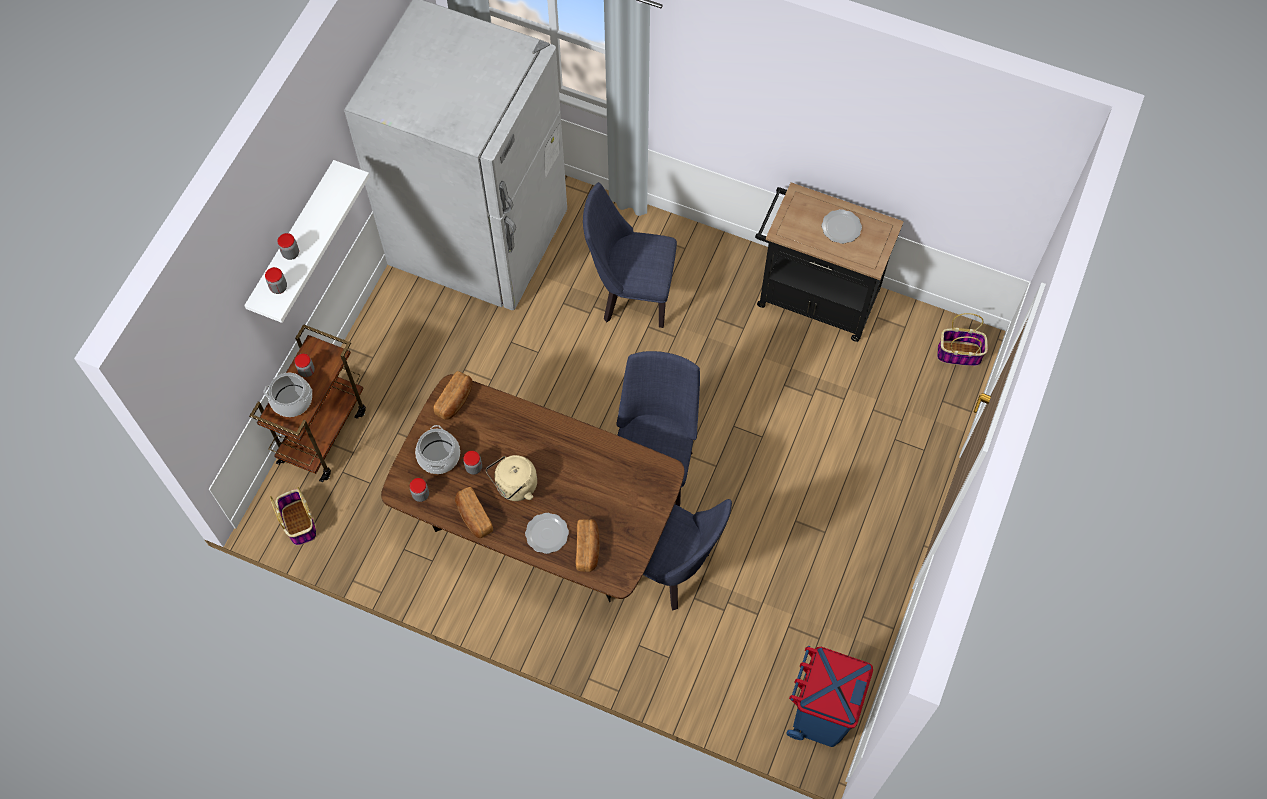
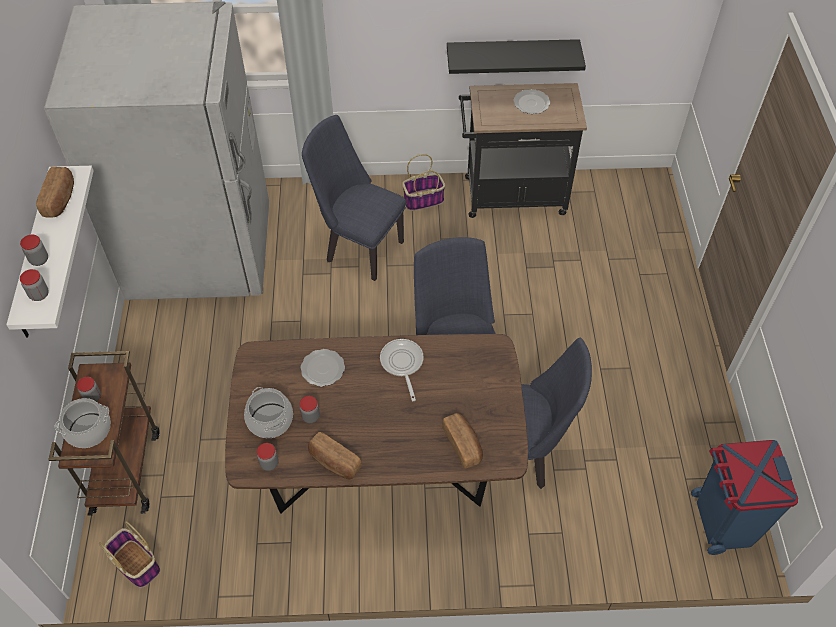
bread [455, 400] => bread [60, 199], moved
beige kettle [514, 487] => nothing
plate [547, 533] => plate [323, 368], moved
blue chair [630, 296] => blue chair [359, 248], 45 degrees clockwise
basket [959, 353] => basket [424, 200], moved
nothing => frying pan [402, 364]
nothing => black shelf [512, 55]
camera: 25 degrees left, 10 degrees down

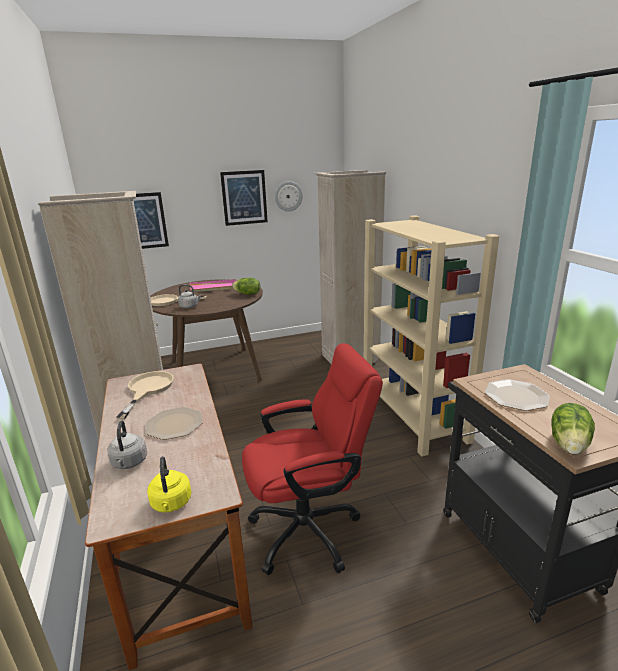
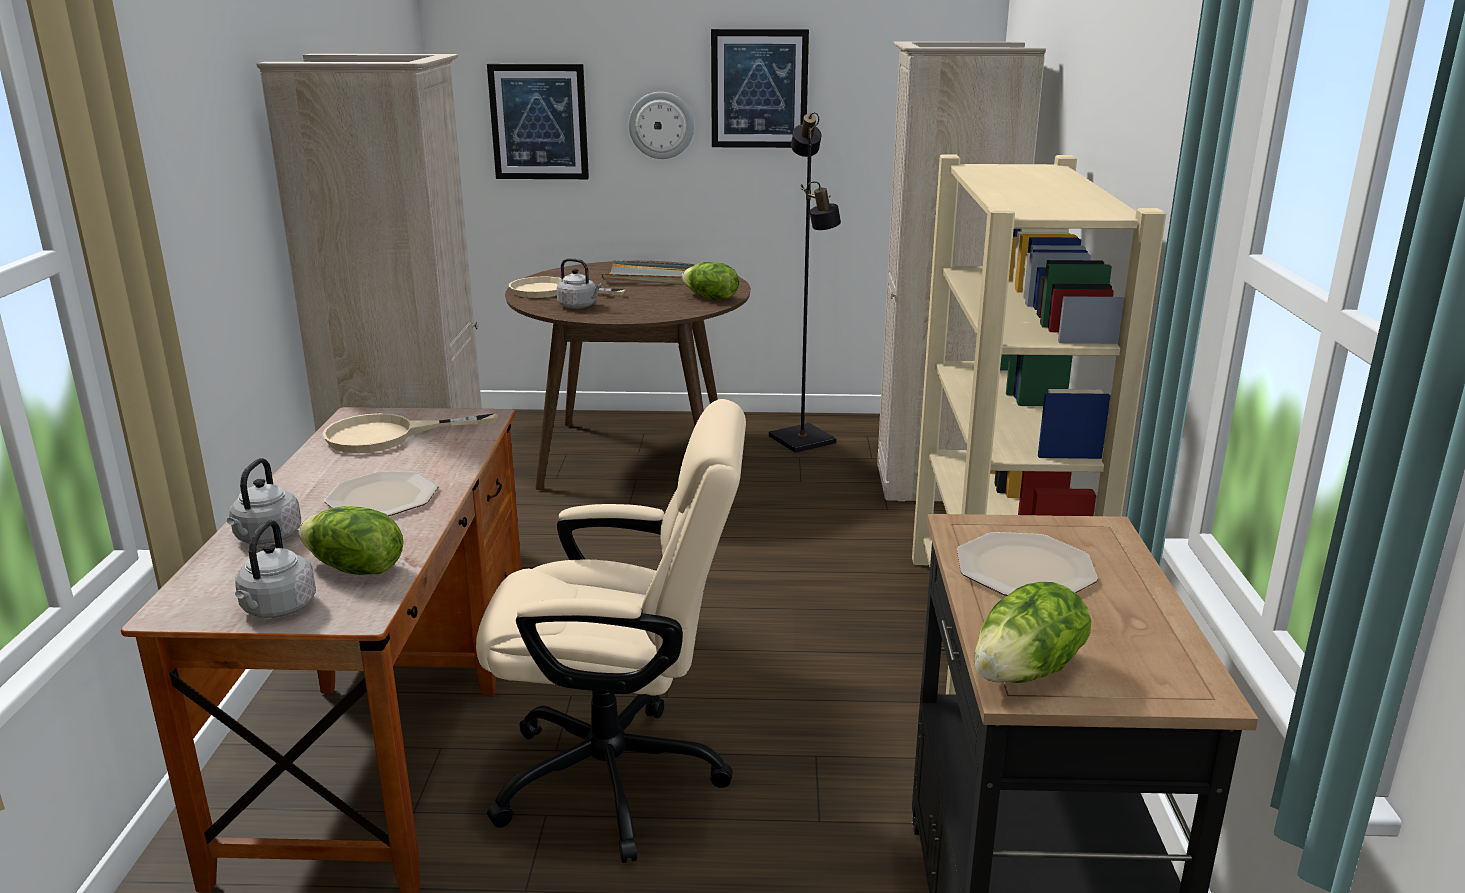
beige frying pan [147, 390] => beige frying pan [387, 436], 135 degrees counterclockwise
yellow kettle [171, 504] => grey kettle [277, 609]
pink tray [214, 288] => grey tray [657, 278]
red office chair [310, 531] => beige office chair [622, 780]
wall clock [288, 196] => wall clock [661, 125], moved
nothing => lettuce [355, 569]
nothing => black floor lamp [802, 440]
camera: 20 degrees right, 0 degrees up

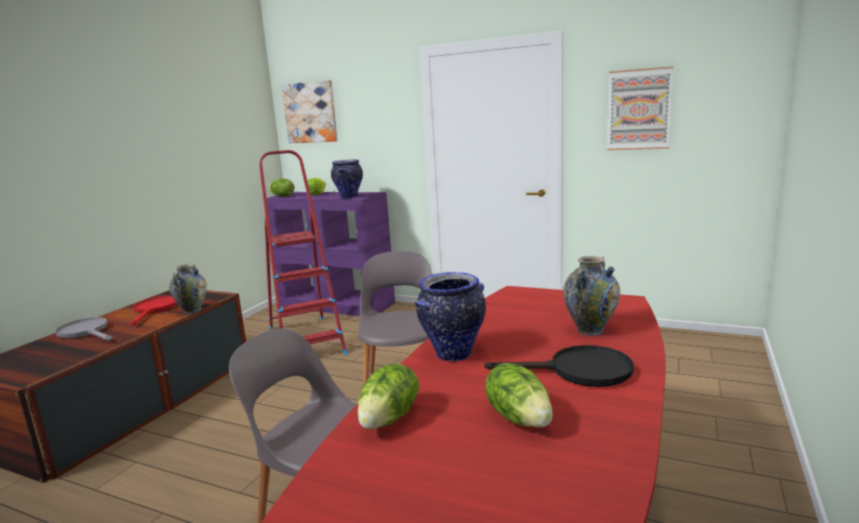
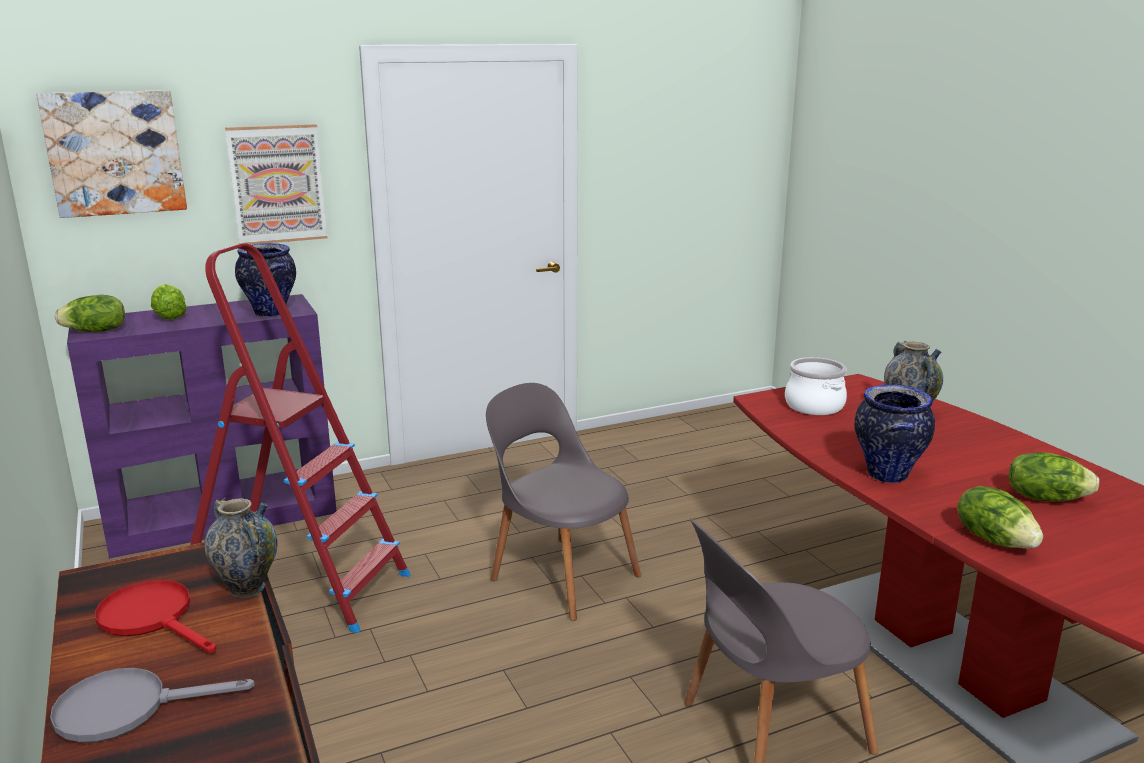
black frying pan [579, 371] => nothing
picture [639, 109] => picture [277, 184], moved
nothing => cooking pot [813, 406]
camera: 50 degrees left, 5 degrees up

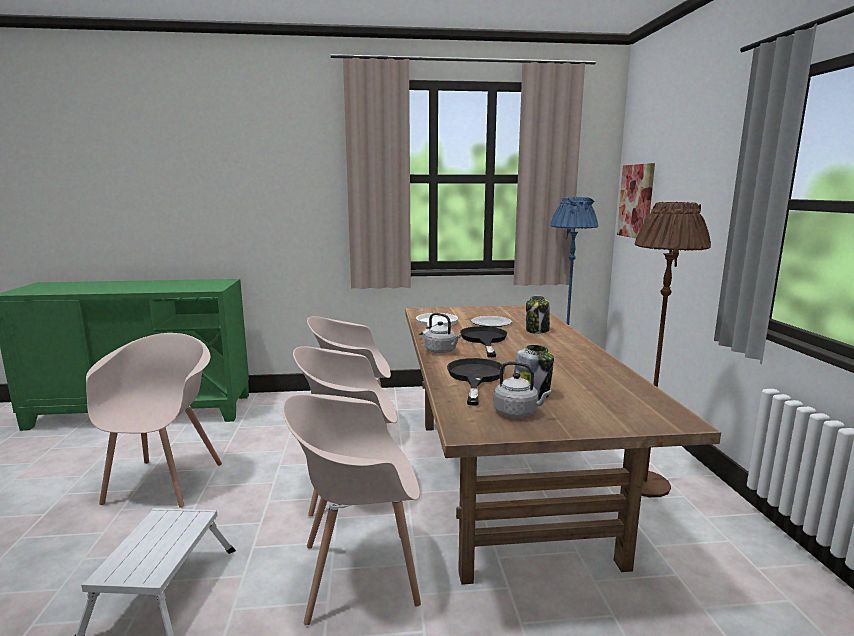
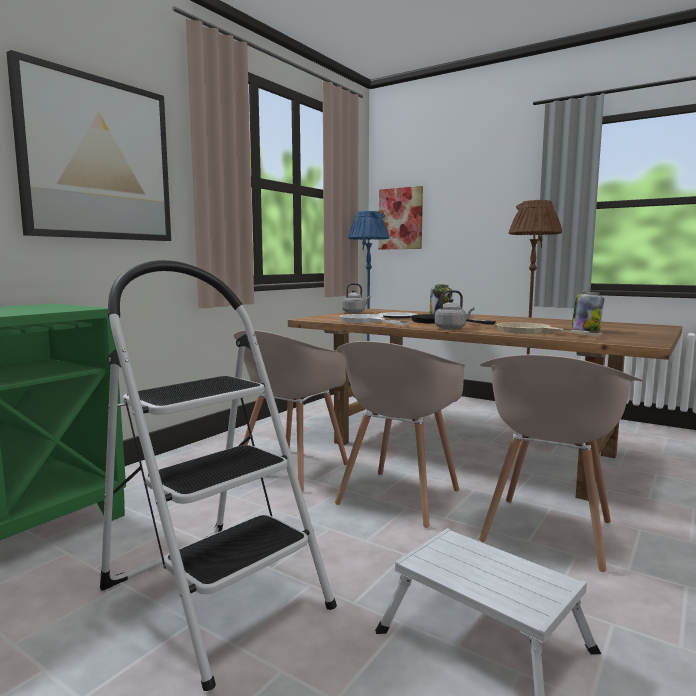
beige chair [165, 482] => step ladder [212, 595]
black frying pan [475, 377] => beige frying pan [532, 331]
grey kettle [518, 413] => grey kettle [354, 312], moved
nothing => picture [97, 159]
camera: 50 degrees left, 5 degrees down

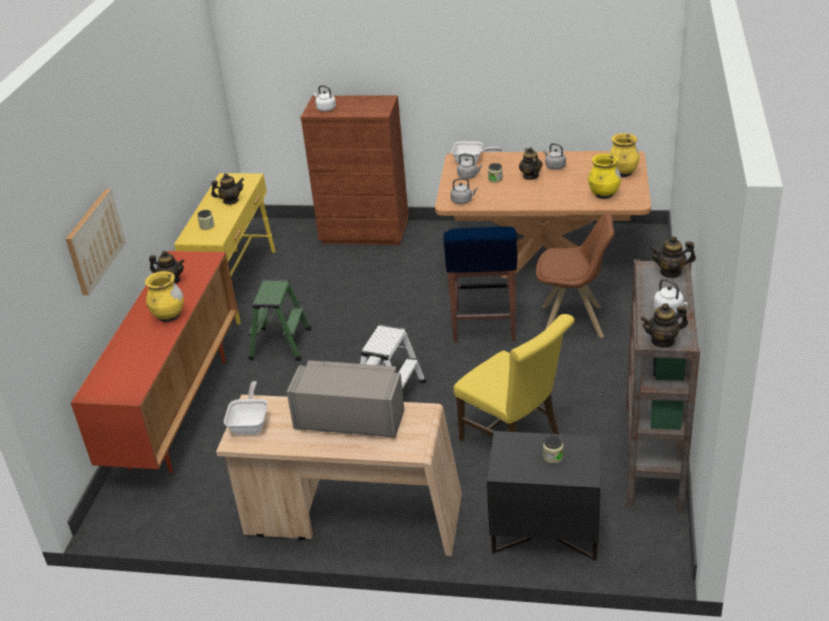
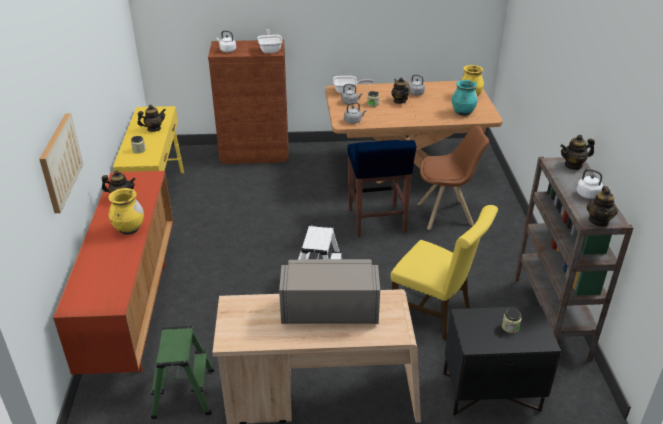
frying pan [250, 424] => frying pan [270, 49], moved
green step ladder [280, 344] => green step ladder [183, 393], moved
yellow vase [604, 194] => turquoise vase [463, 112]
teapot [663, 341] => teapot [599, 221], 45 degrees counterclockwise
camera: 15 degrees left, 0 degrees up

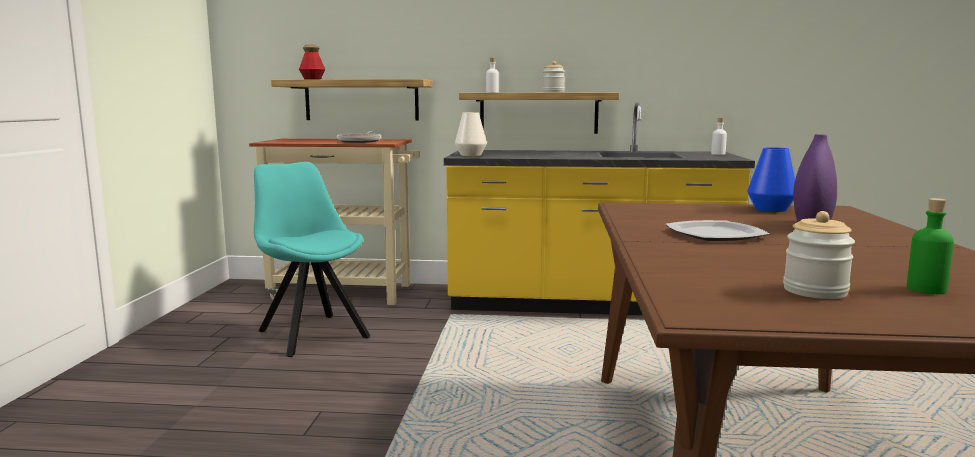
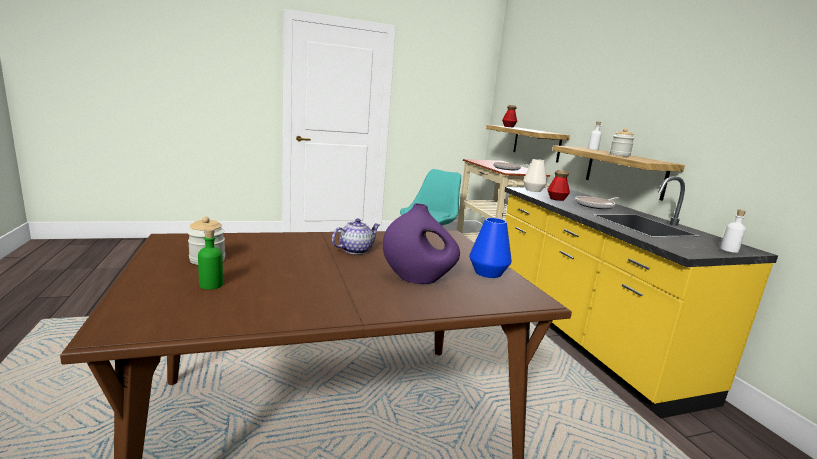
plate [715, 234] => teapot [355, 250]
nothing => bottle [556, 199]
nothing => frying pan [595, 205]
camera: 65 degrees right, 5 degrees up

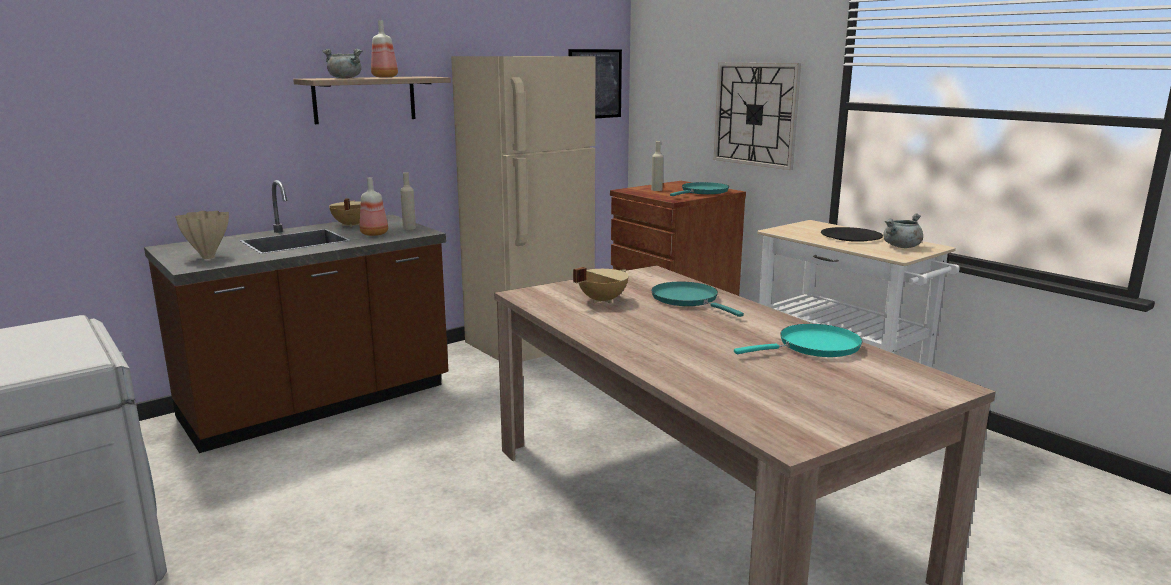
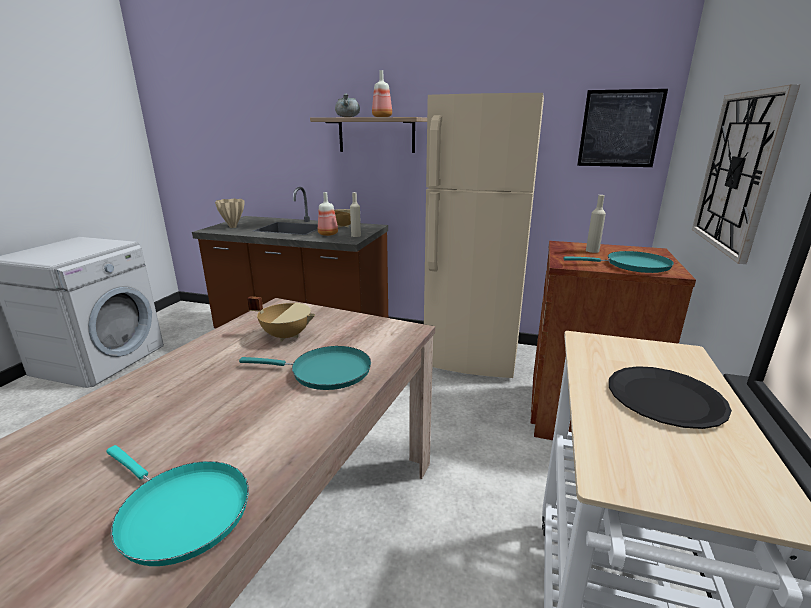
turquoise frying pan [688, 300] => turquoise frying pan [325, 372], 75 degrees clockwise
grey cooking pot [901, 247] => nothing
camera: 55 degrees right, 5 degrees up

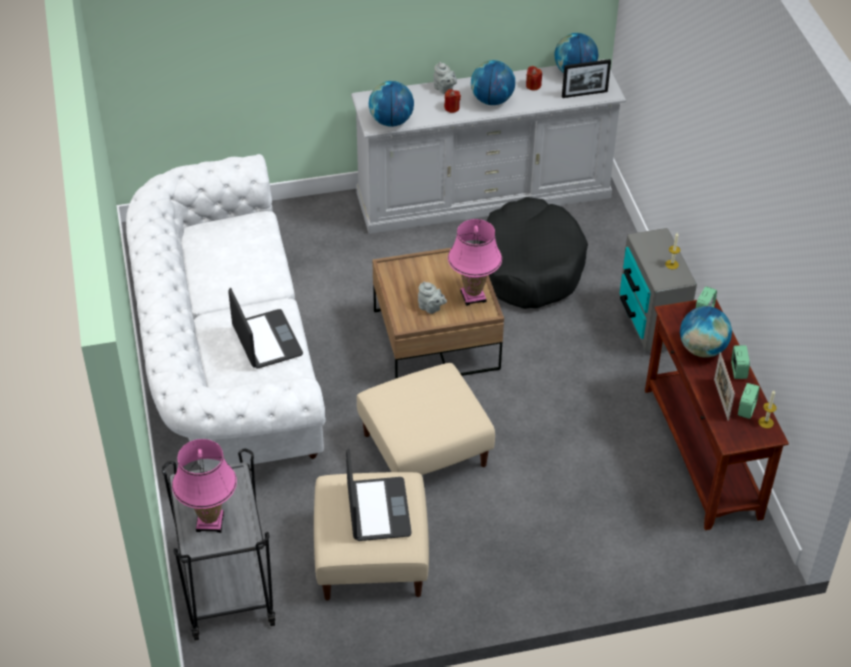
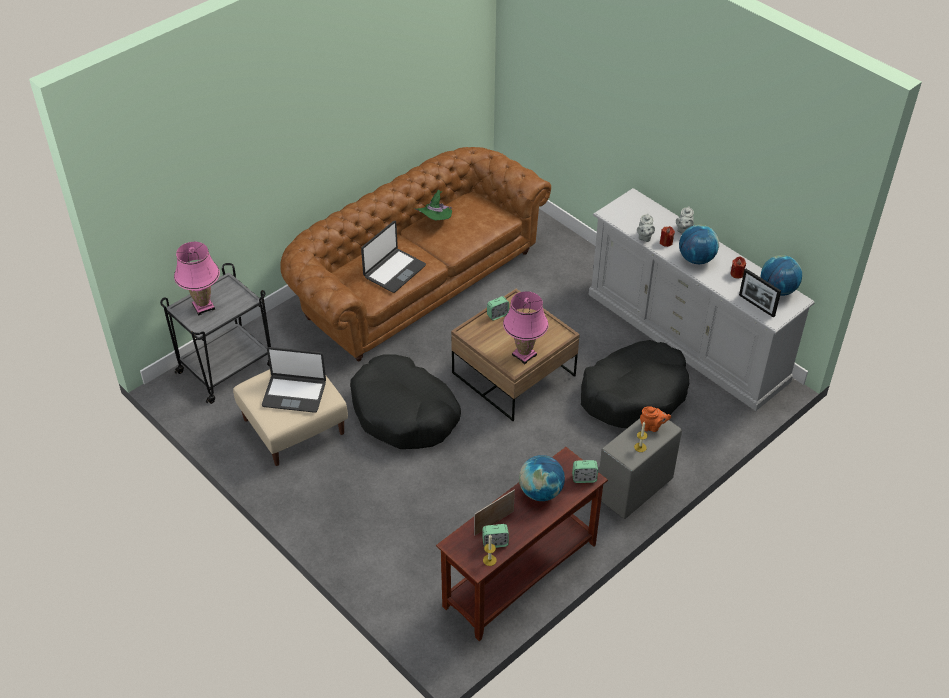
white sofa [226, 357] => brown sofa [413, 280]
laptop [377, 510] => laptop [294, 393], 45 degrees clockwise
beige ottoman [424, 450] => black dog bed [404, 413]
globe [391, 121] => nothing
grey teapot [431, 308] => grey teapot [644, 237], moved
alarm clock [738, 370] => alarm clock [497, 315], moved
nothing => green hat [435, 222]
nothing => orange teapot [652, 427]
camera: 60 degrees right, 0 degrees up

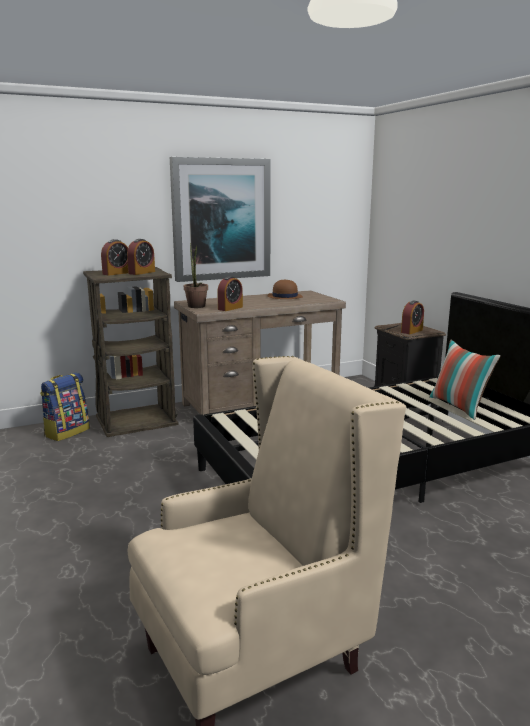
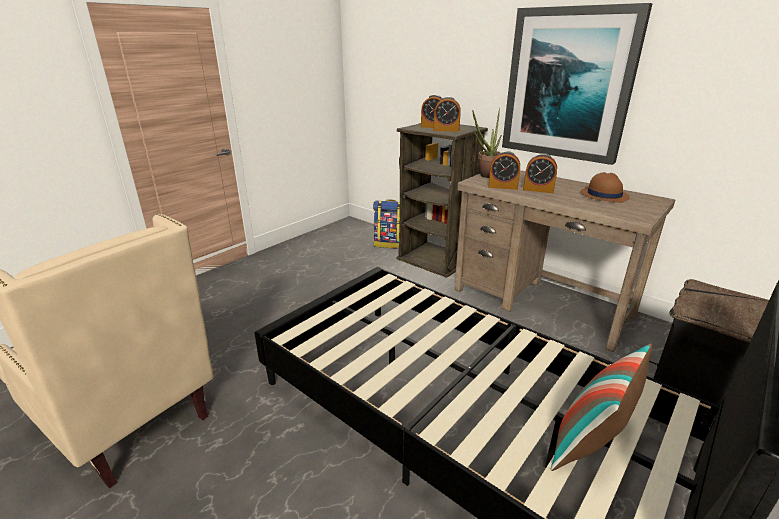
alarm clock [411, 331] => alarm clock [538, 190], moved
camera: 65 degrees right, 10 degrees up

